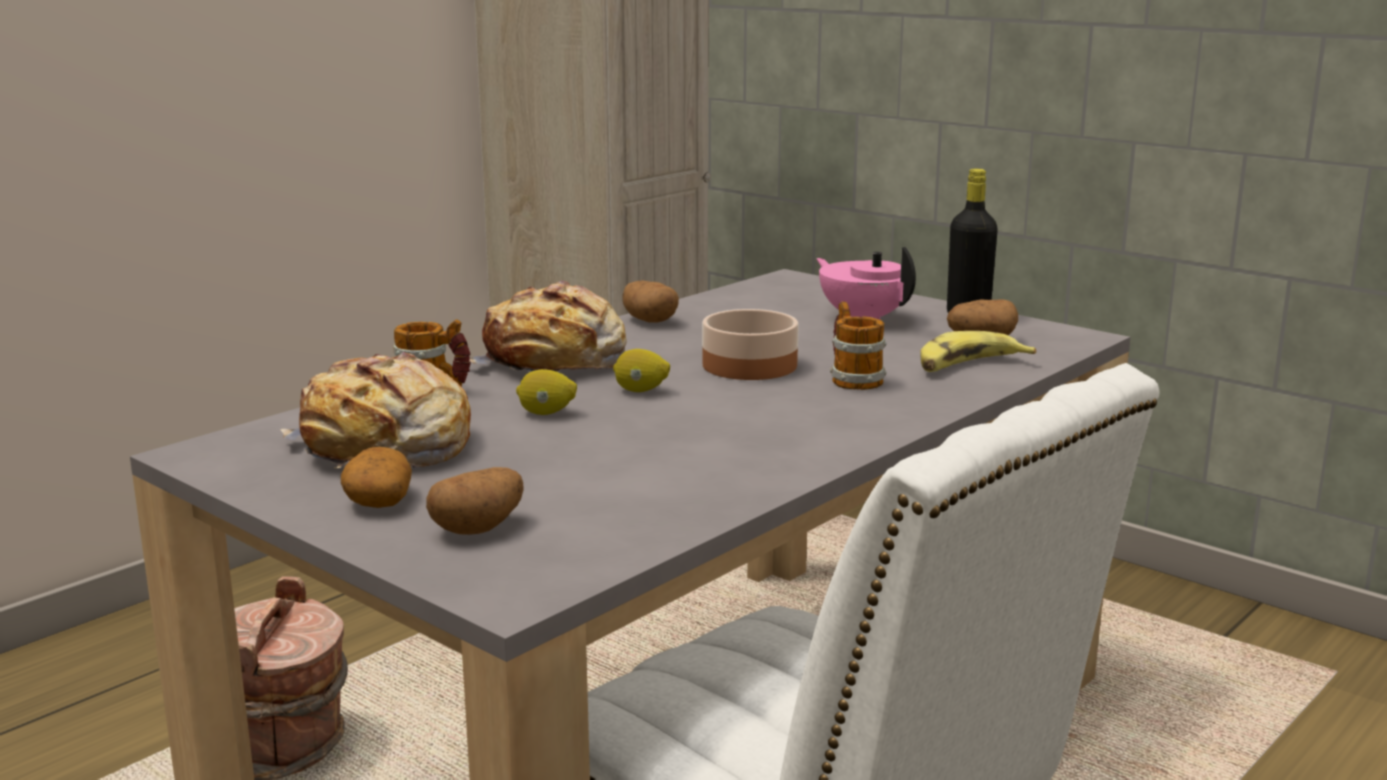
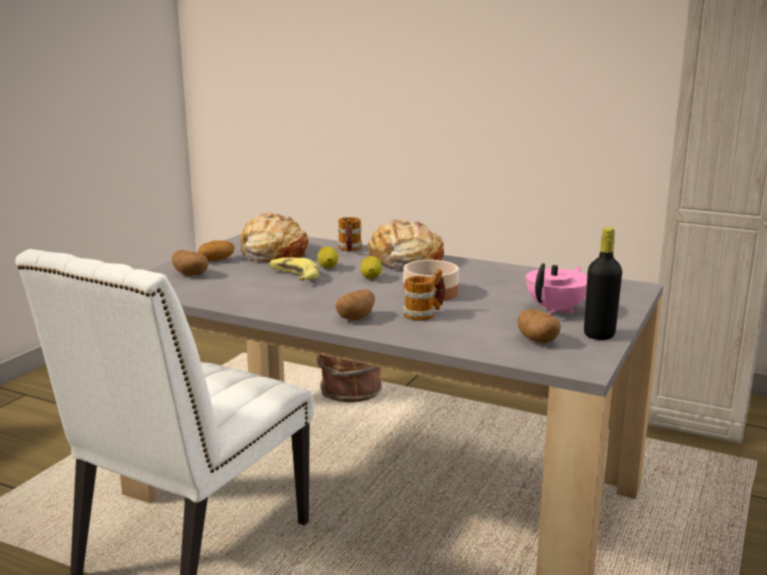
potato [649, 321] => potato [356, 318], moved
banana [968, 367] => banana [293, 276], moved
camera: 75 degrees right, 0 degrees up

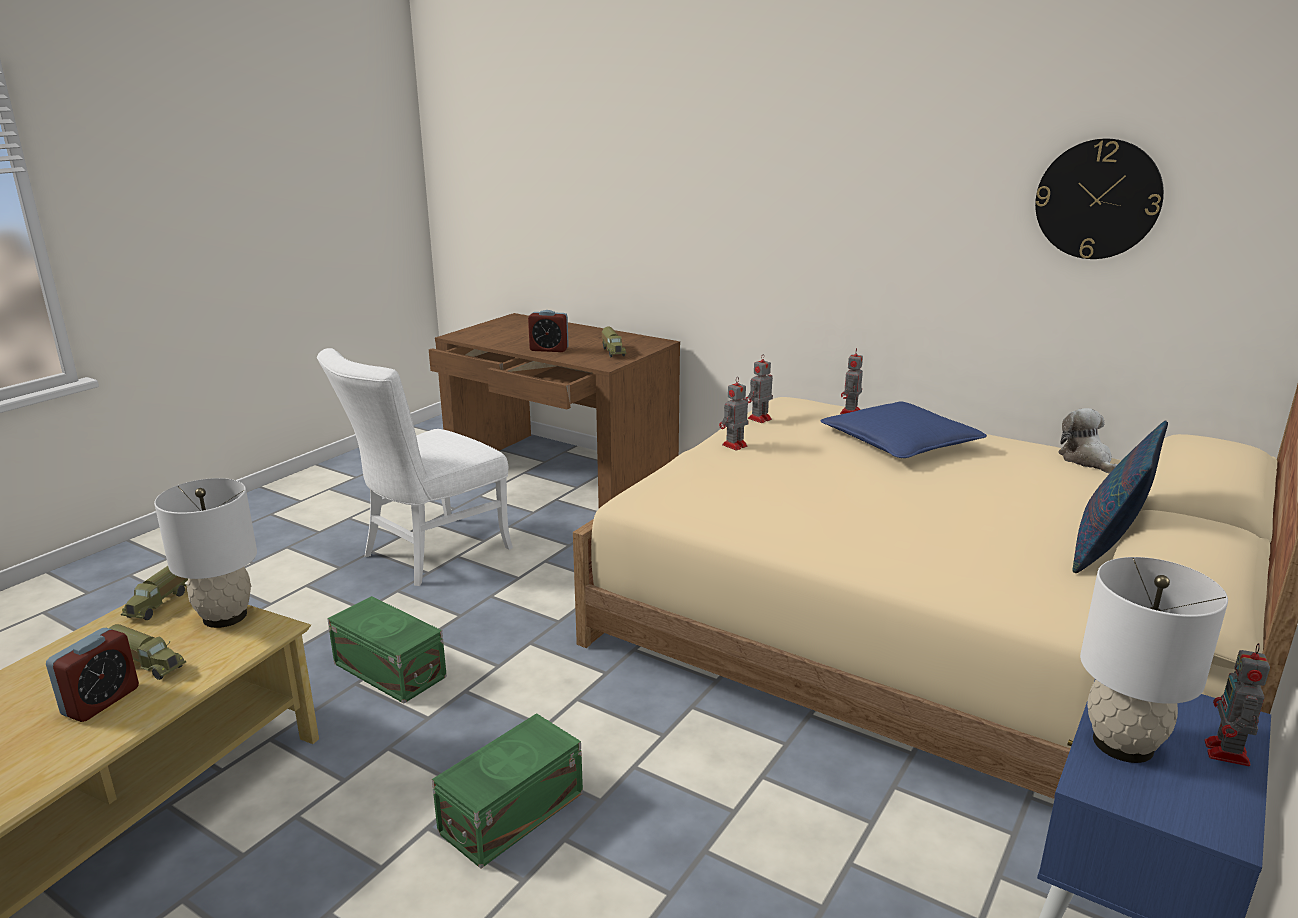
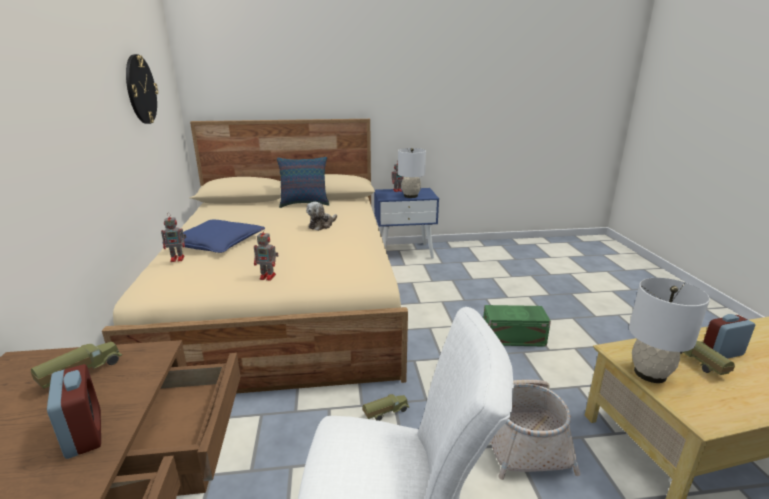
toy truck [161, 603] => toy truck [385, 412], moved
green storage box [389, 671] => basket [521, 435]
toy robot [758, 419] => nothing
plush toy [1087, 460] => plush toy [321, 225], moved
camera: 130 degrees left, 0 degrees up

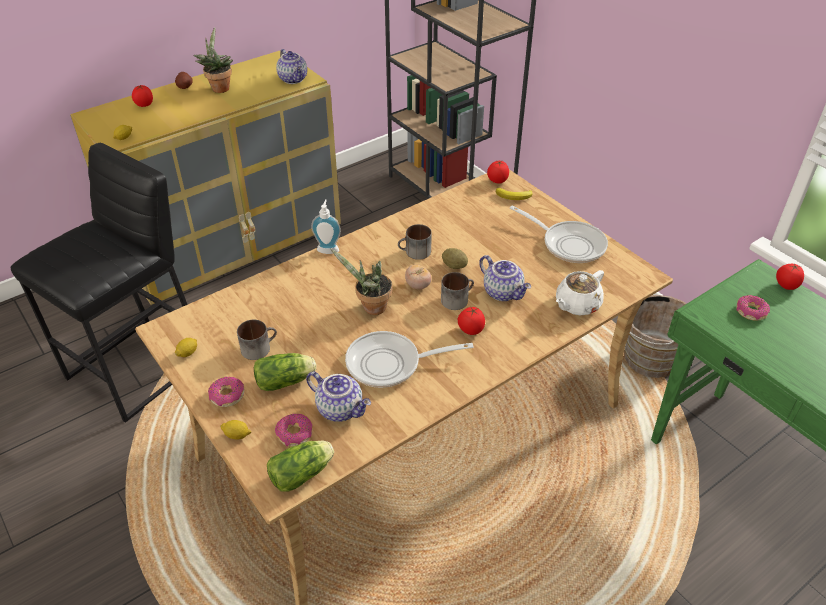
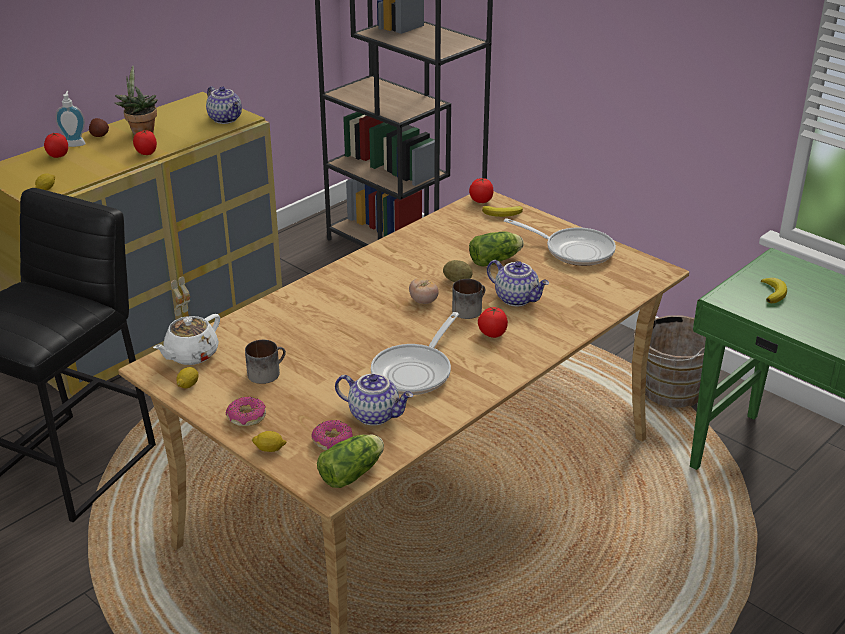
lettuce [287, 381] => lettuce [497, 260], moved
soap dispenser [328, 248] => soap dispenser [75, 143], moved
potted plant [371, 308] => nothing
frying pan [390, 364] => frying pan [415, 371], 45 degrees counterclockwise
mug [415, 253] => nothing
white teapot [577, 304] => white teapot [191, 355], moved
donut [750, 312] => banana [773, 293]
tomato [785, 285] => tomato [146, 153], moved
camera: 10 degrees left, 10 degrees down

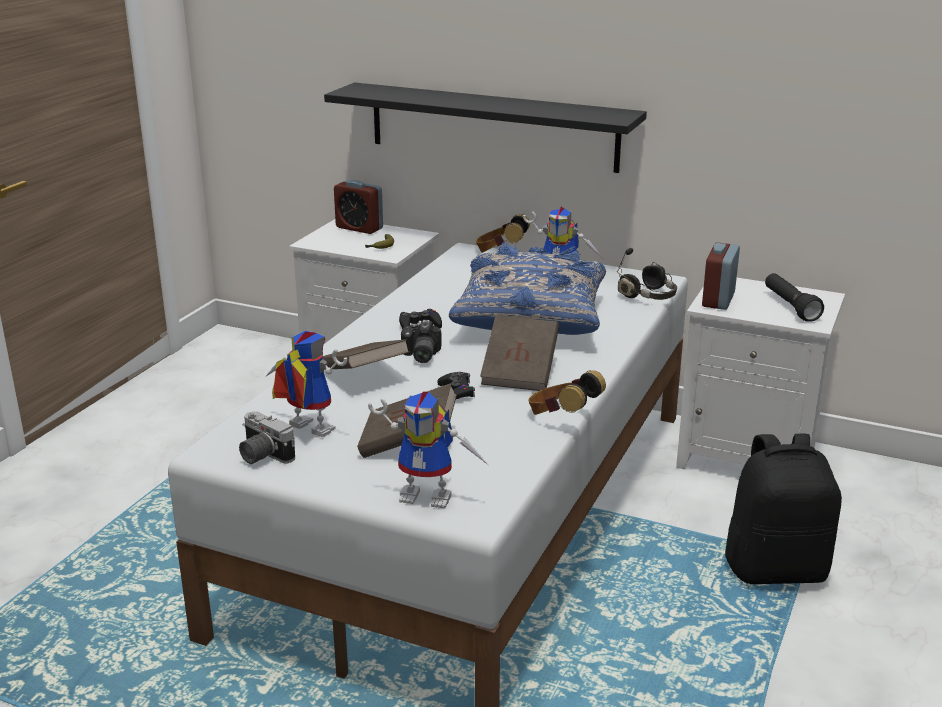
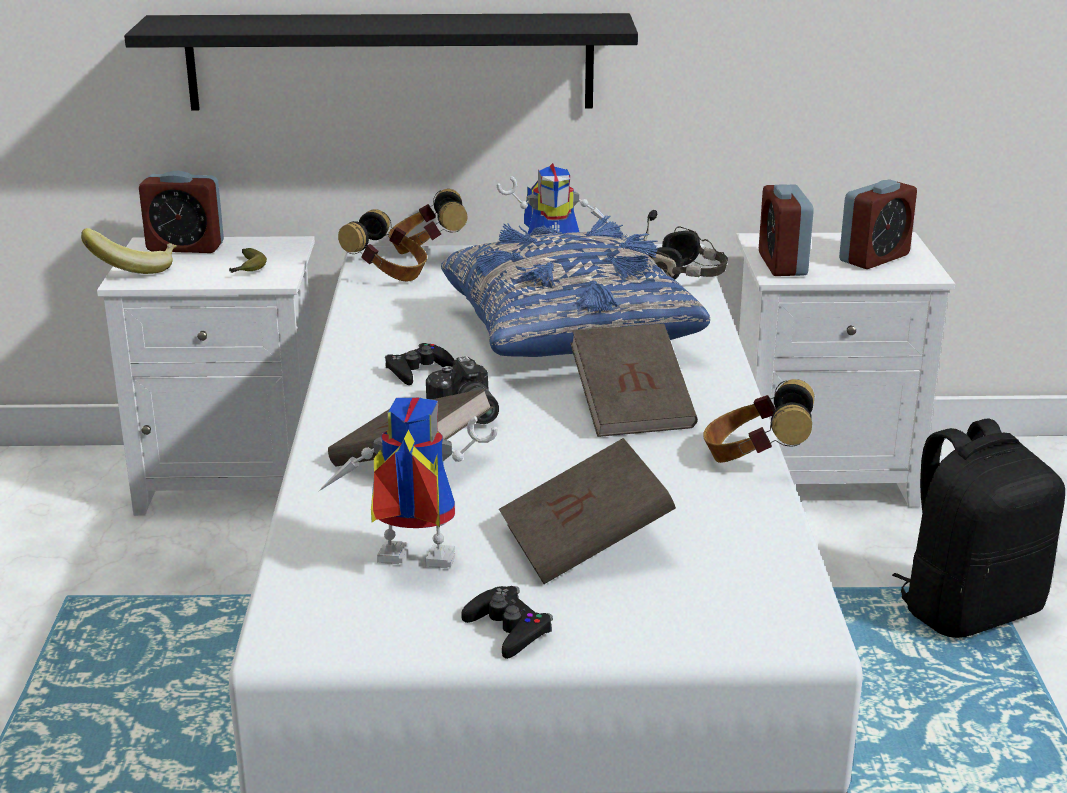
photo camera [261, 456] => nothing
toy robot [431, 495] => nothing
black game controller [456, 392] => black game controller [508, 629], moved
black flashlight [790, 307] => alarm clock [874, 258]
nothing => banana [134, 269]
nothing => headphones [388, 275]
camera: 25 degrees left, 0 degrees up

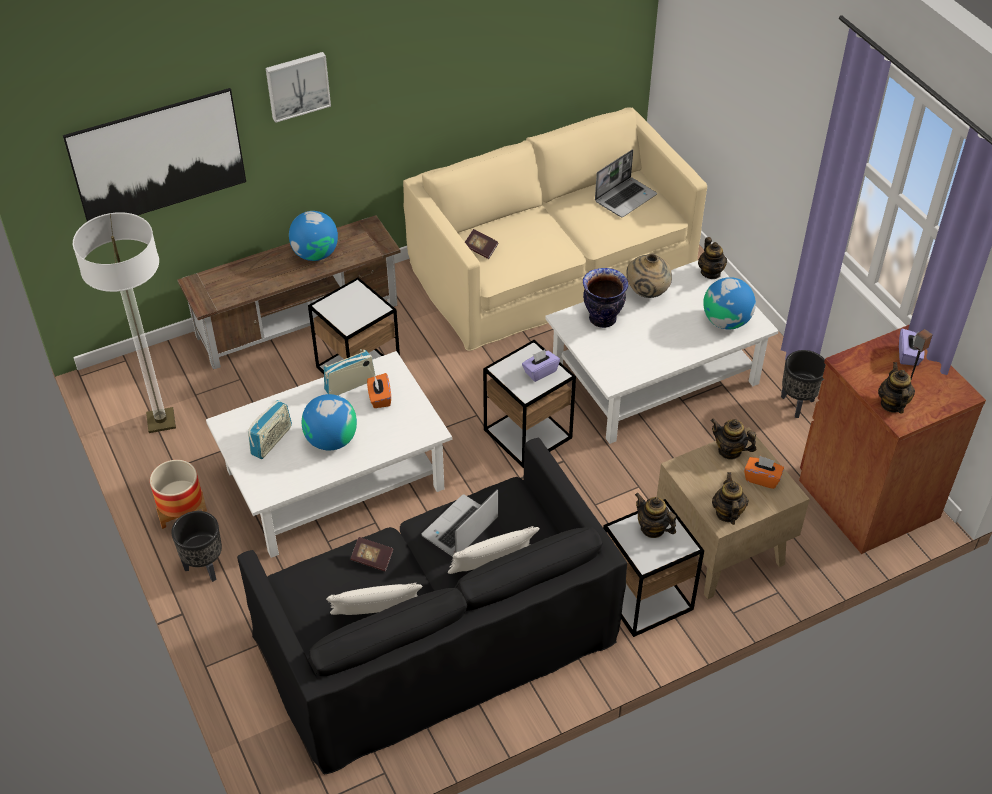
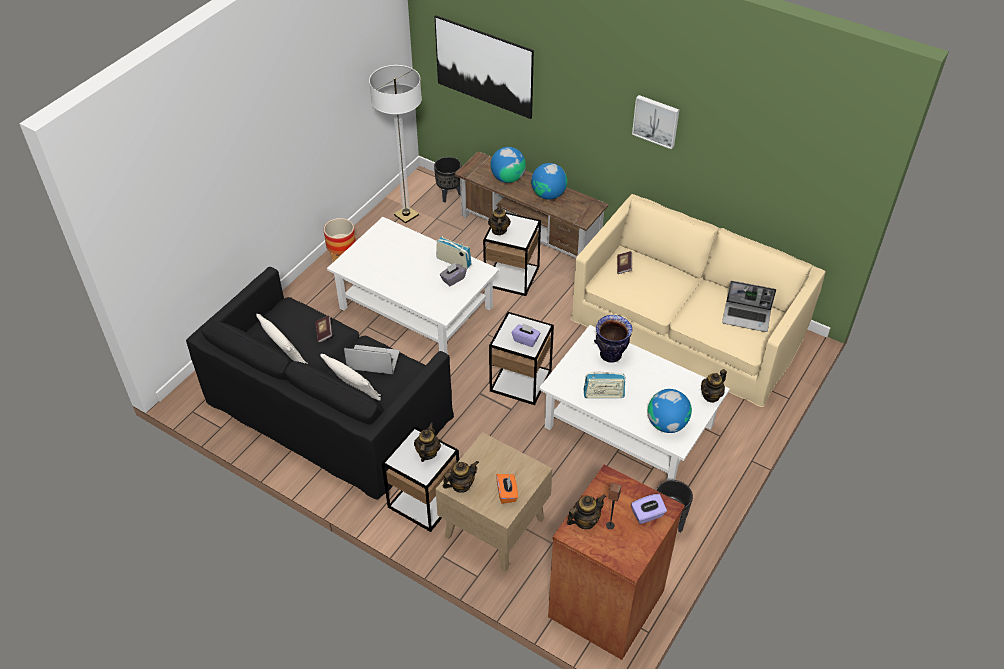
black planter [204, 567] => black planter [449, 195], moved
radio [271, 441] => radio [603, 394], moved
picture [297, 85] => picture [656, 120], moved
globe [331, 440] => globe [508, 178], moved
orange tissue box [379, 398] => grey tissue box [453, 279]
beige vase [647, 293] => nothing
teapot [730, 451] => teapot [499, 230], moved
camera: 60 degrees right, 0 degrees up

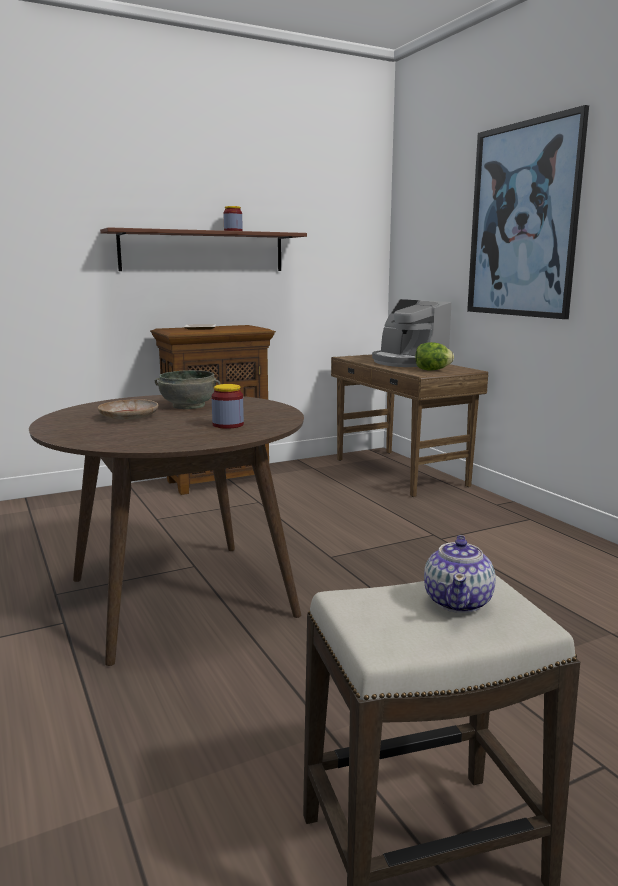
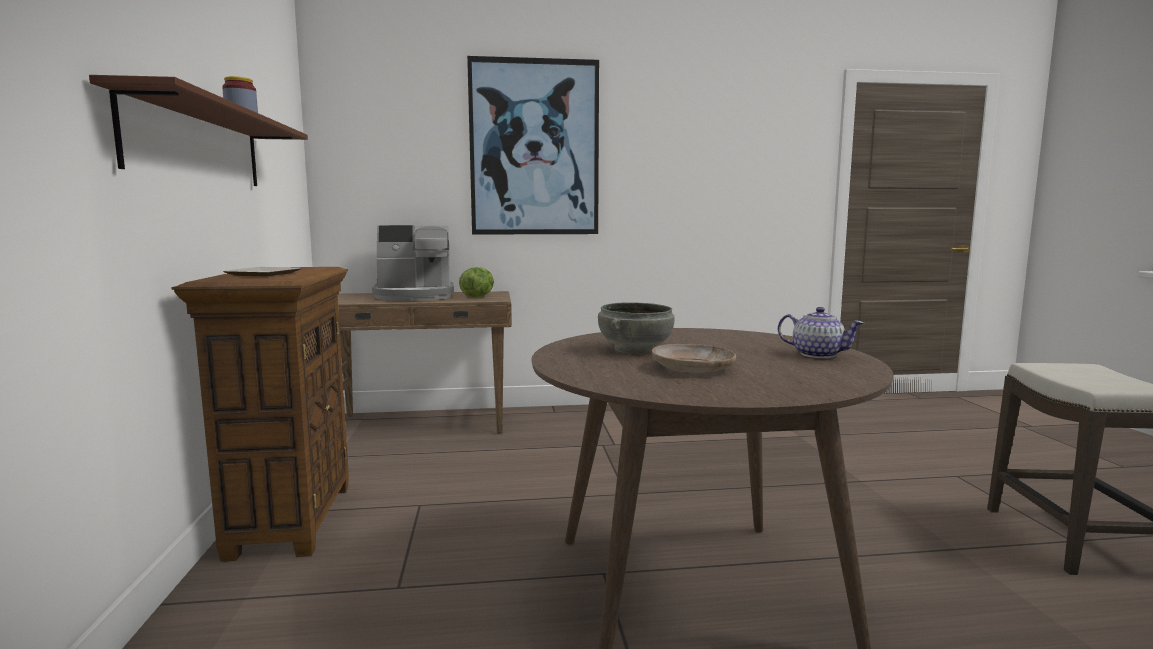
jar [228, 425] => nothing
teapot [458, 601] => teapot [817, 354], moved
camera: 70 degrees left, 5 degrees down

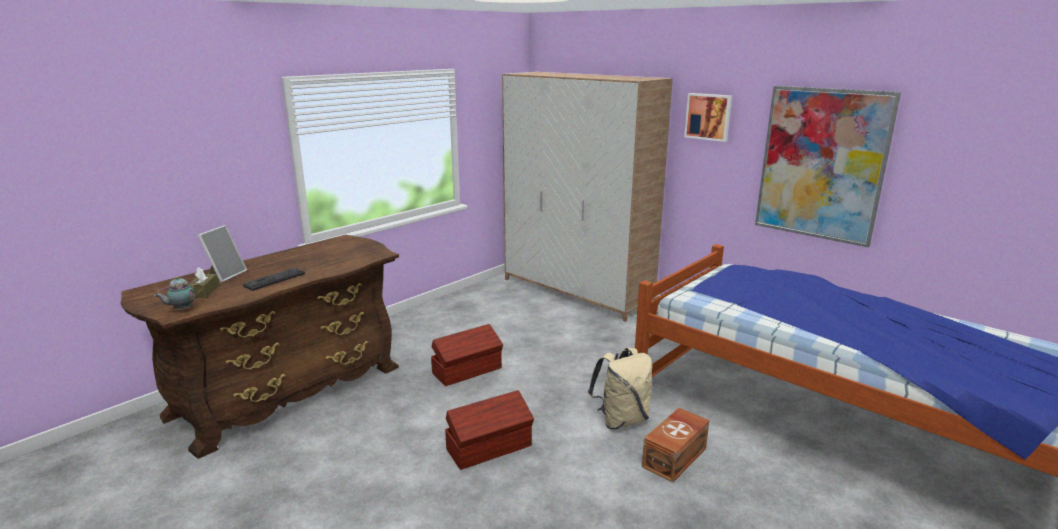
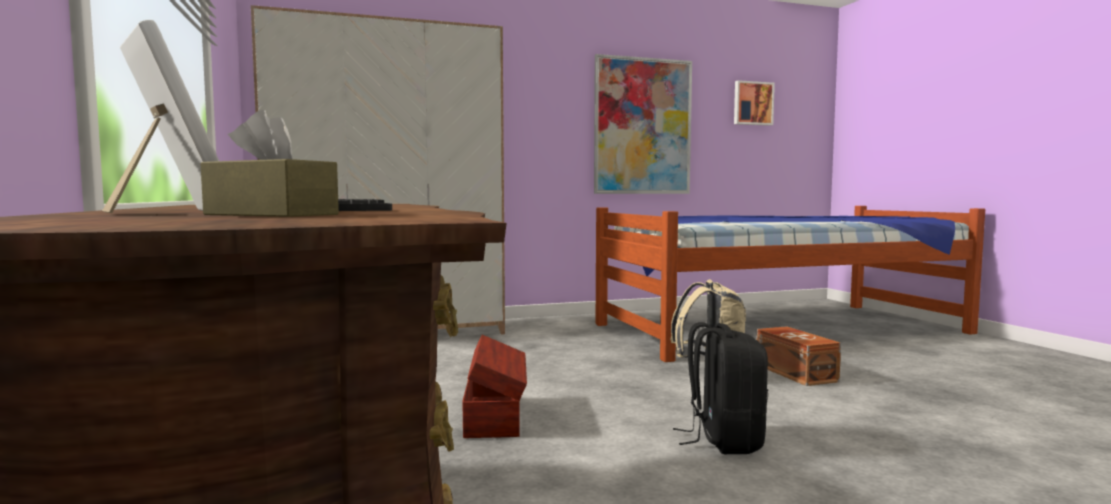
teapot [182, 310] => nothing
brown storage box [490, 448] => black backpack [723, 440]
picture [708, 116] => picture [752, 103], moved
camera: 60 degrees left, 15 degrees down

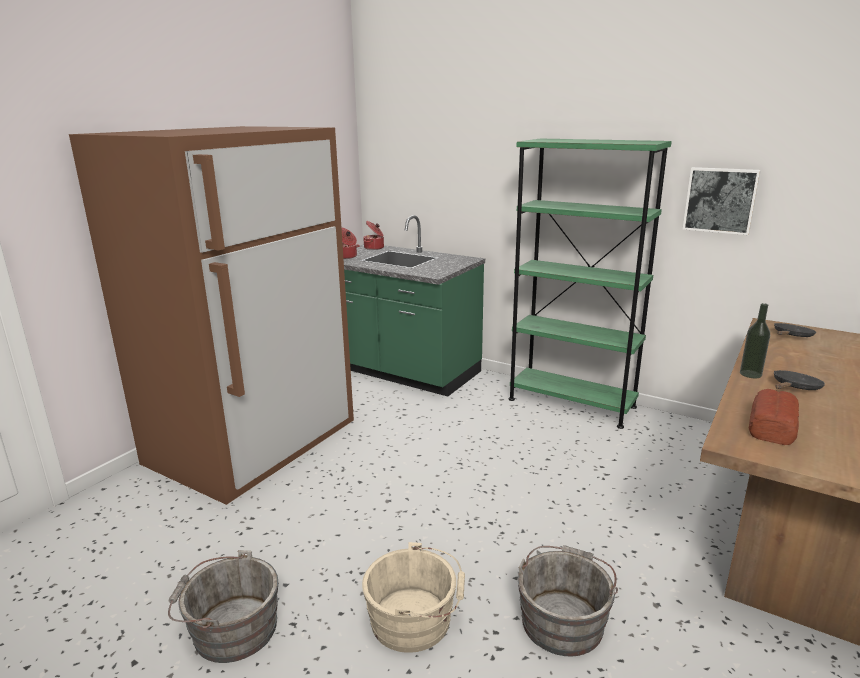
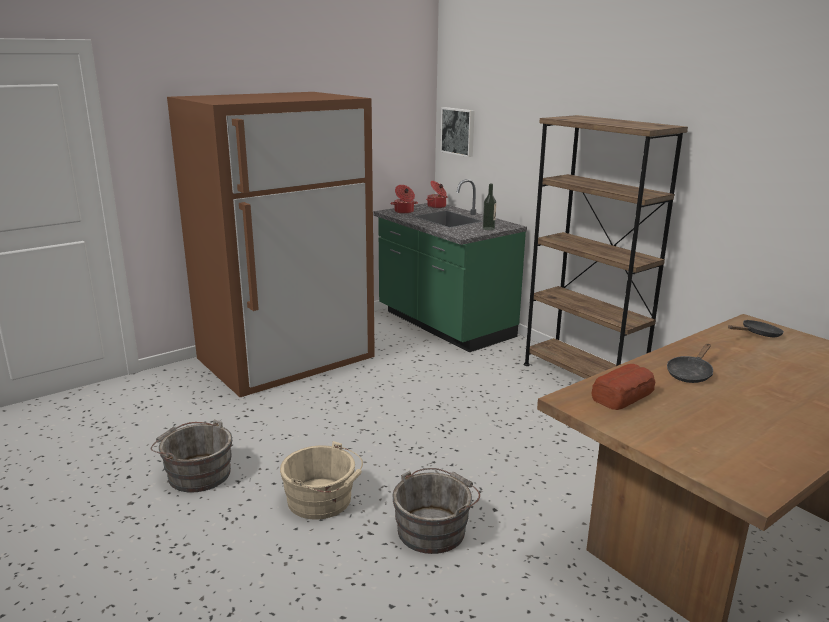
green bookcase [571, 403] => brown bookcase [582, 378]
picture [720, 200] => picture [458, 131], moved
bottle [750, 374] => bottle [488, 228], moved
black frying pan [794, 388] => black frying pan [690, 374], 150 degrees clockwise
camera: 20 degrees right, 0 degrees up

